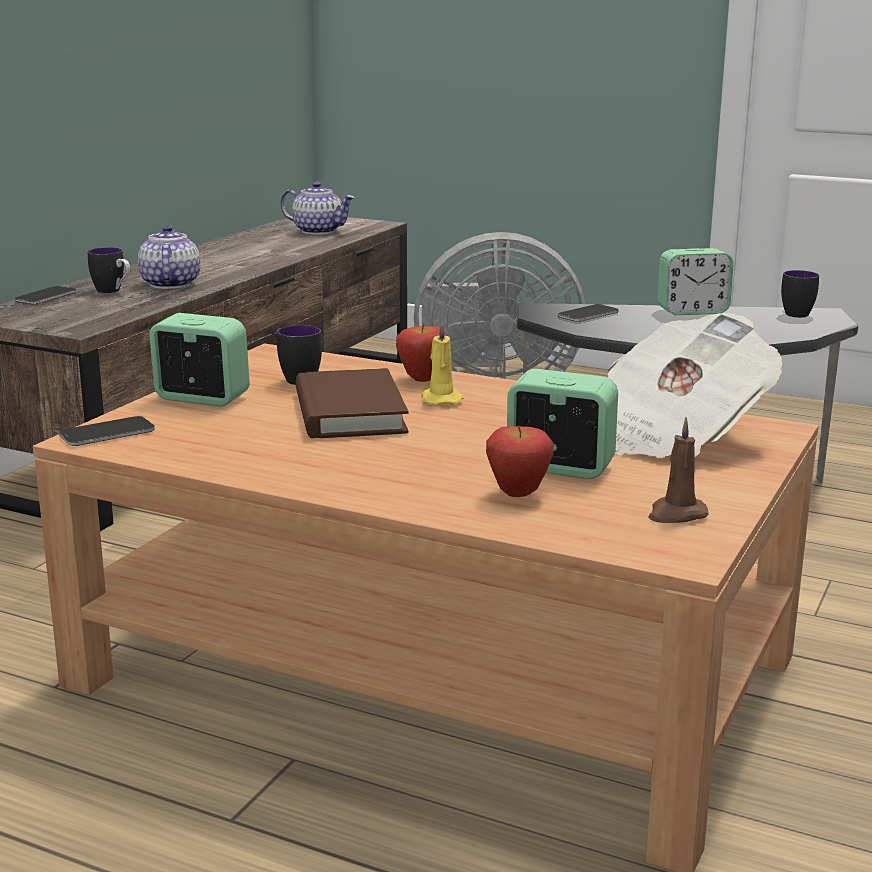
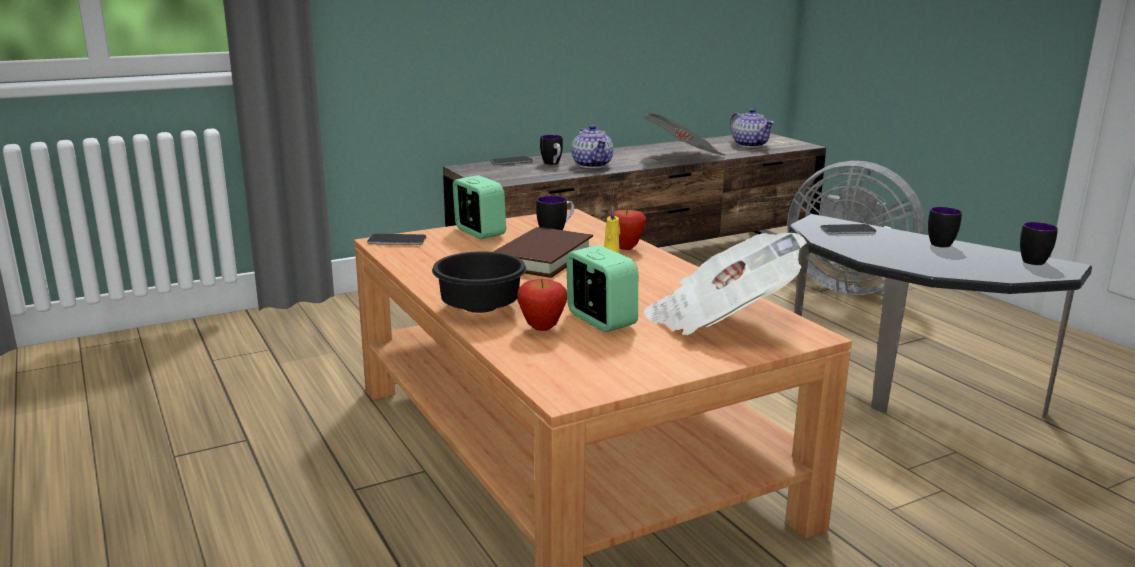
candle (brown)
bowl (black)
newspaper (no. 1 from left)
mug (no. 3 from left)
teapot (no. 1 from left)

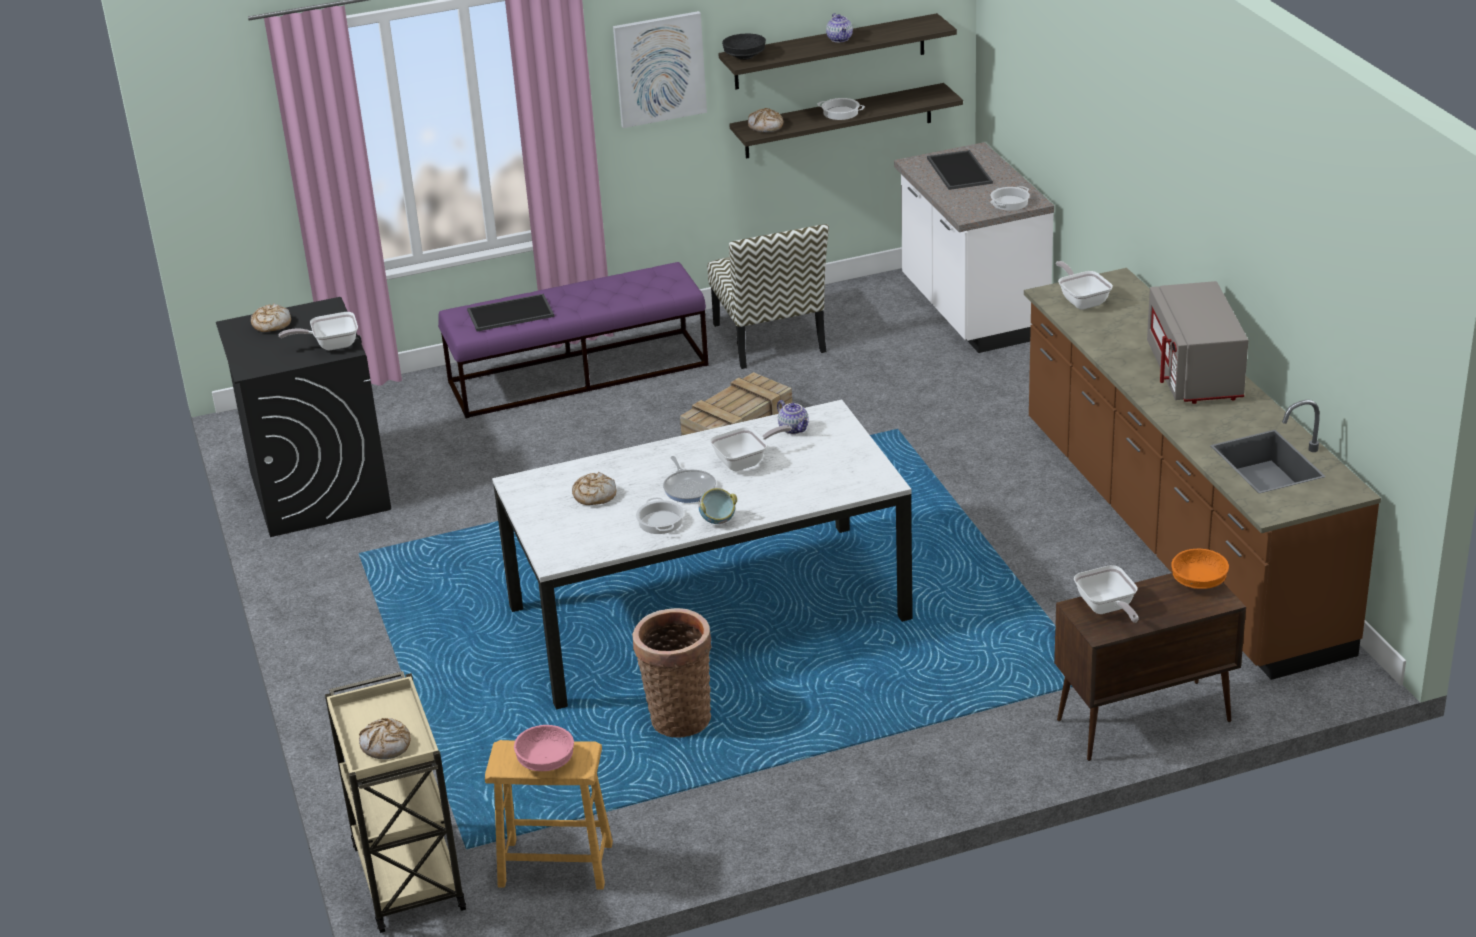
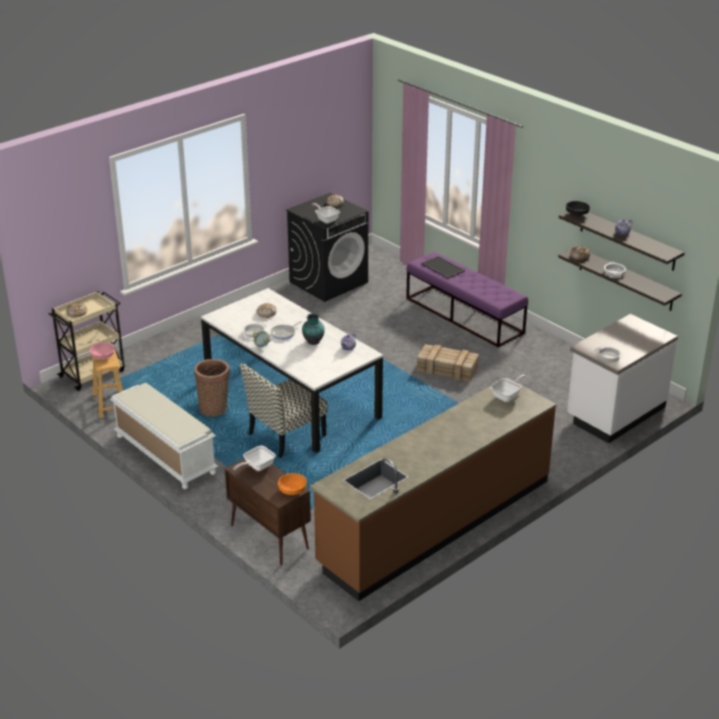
picture
tray (no. 2 from left in the first image)
microwave (grey)
bench (white)
chair
vase

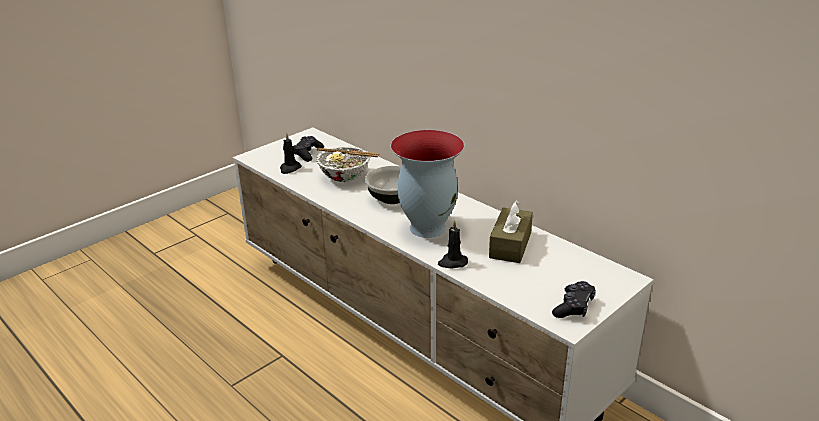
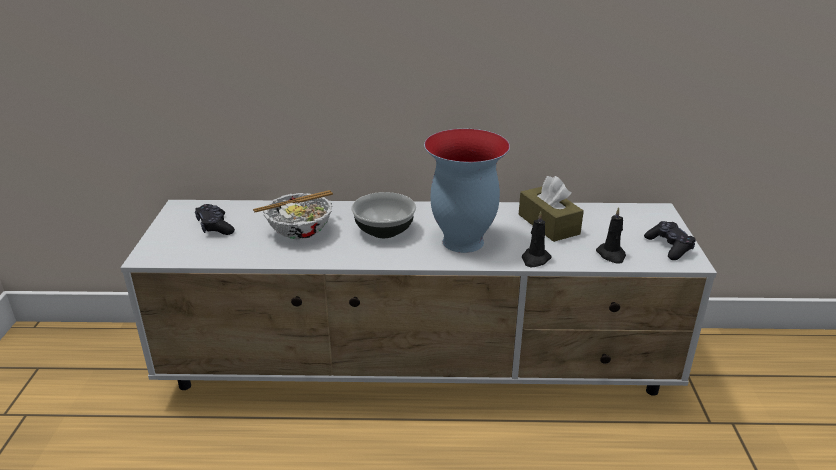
candle (black) (no. 2 from left)

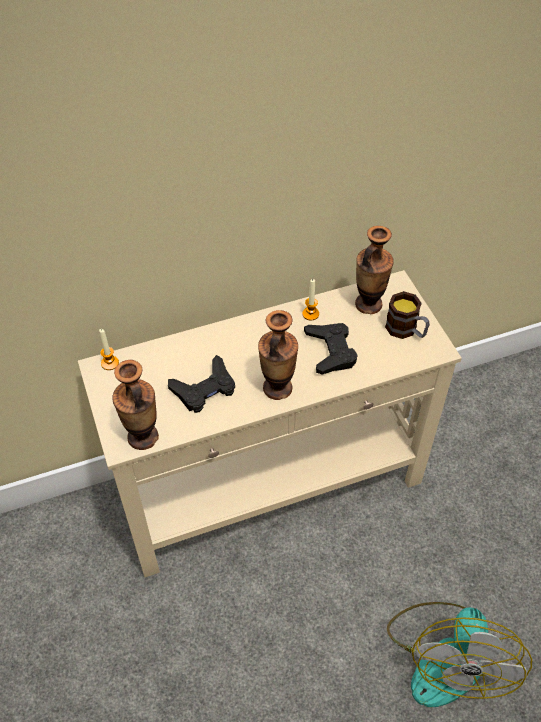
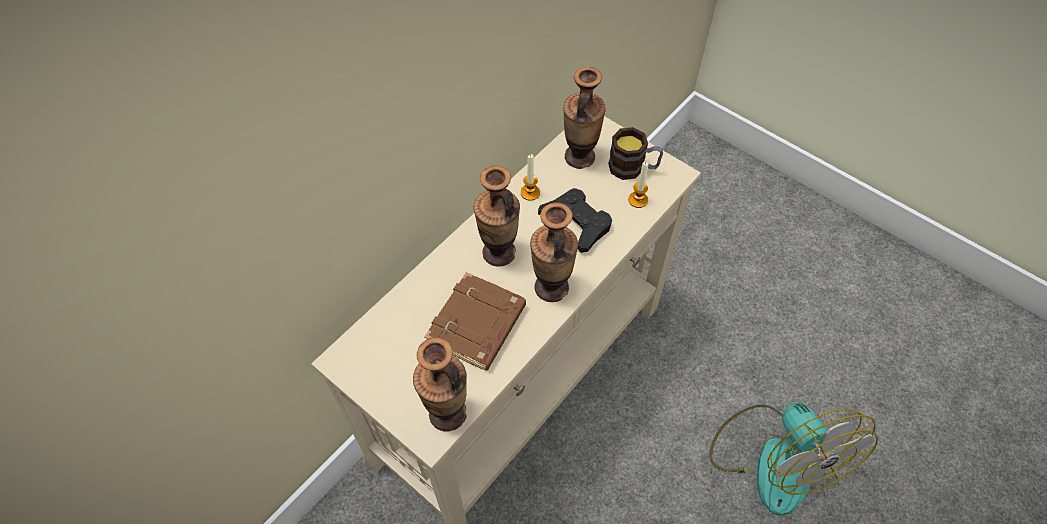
vase (no. 2 from left)
candle (no. 2 from left)
book (brown)

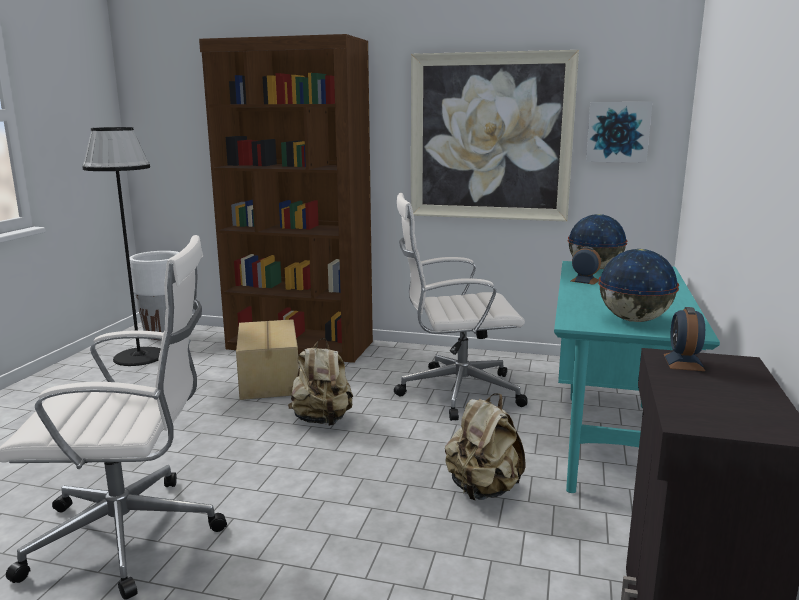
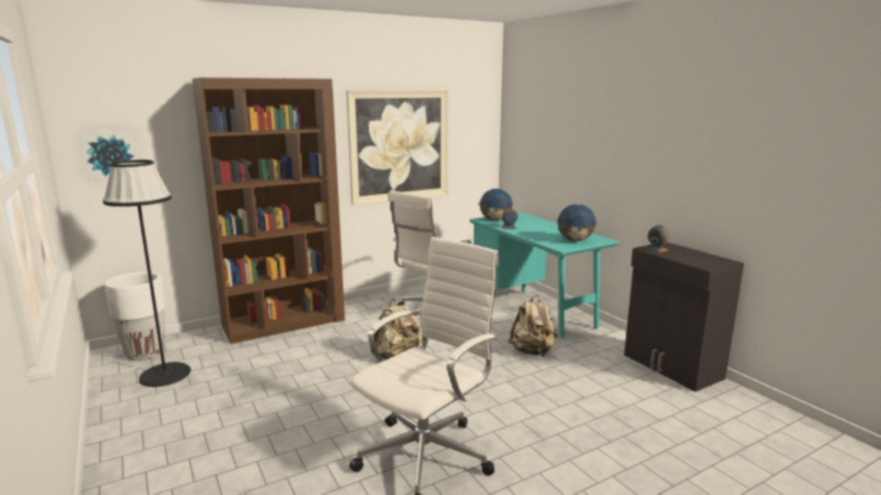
cardboard box
picture (no. 1 from left)

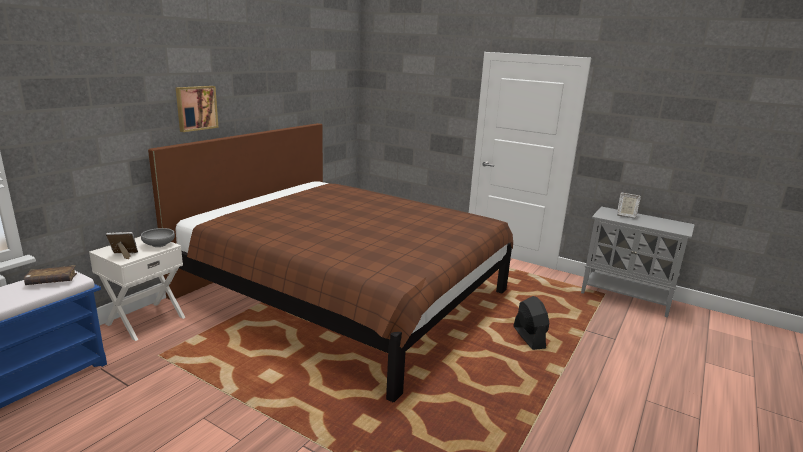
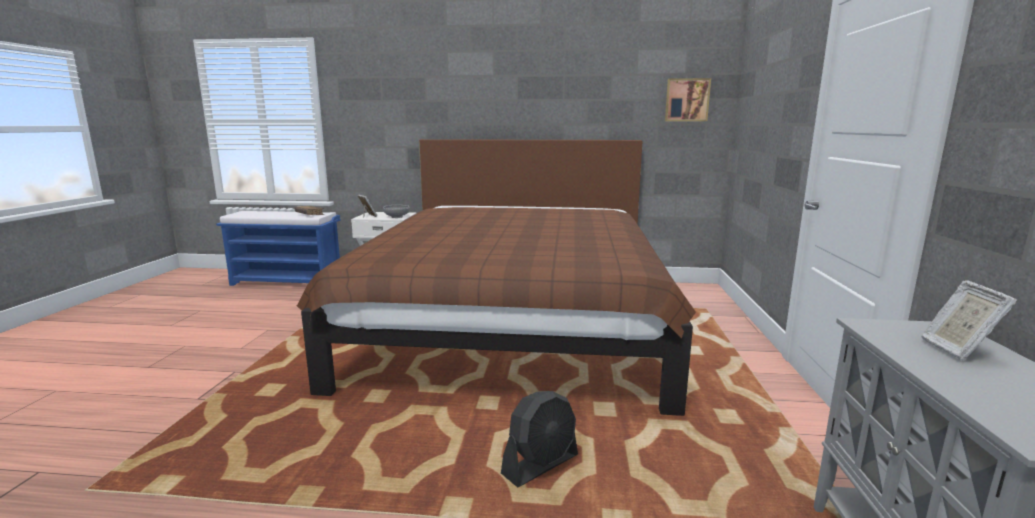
picture

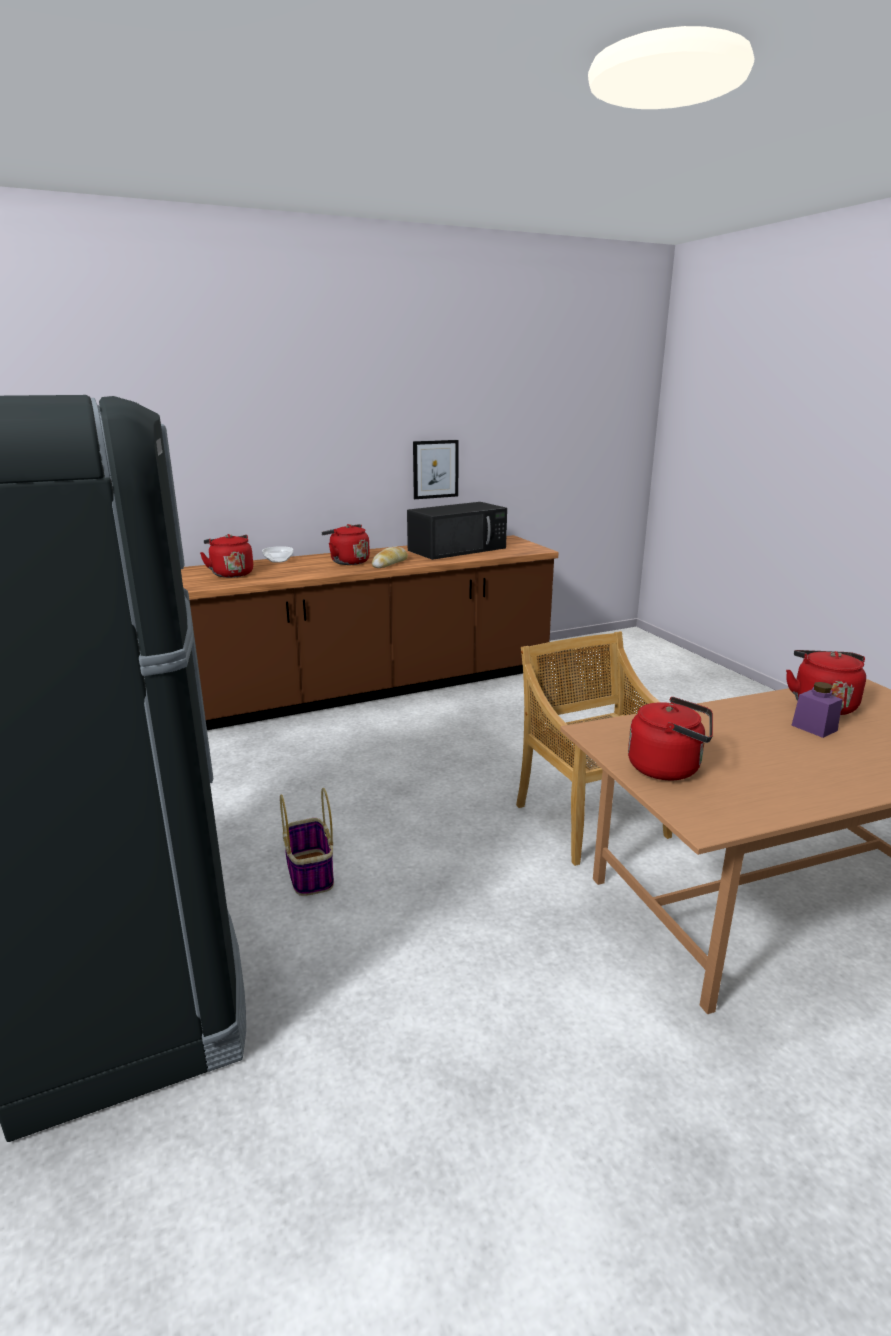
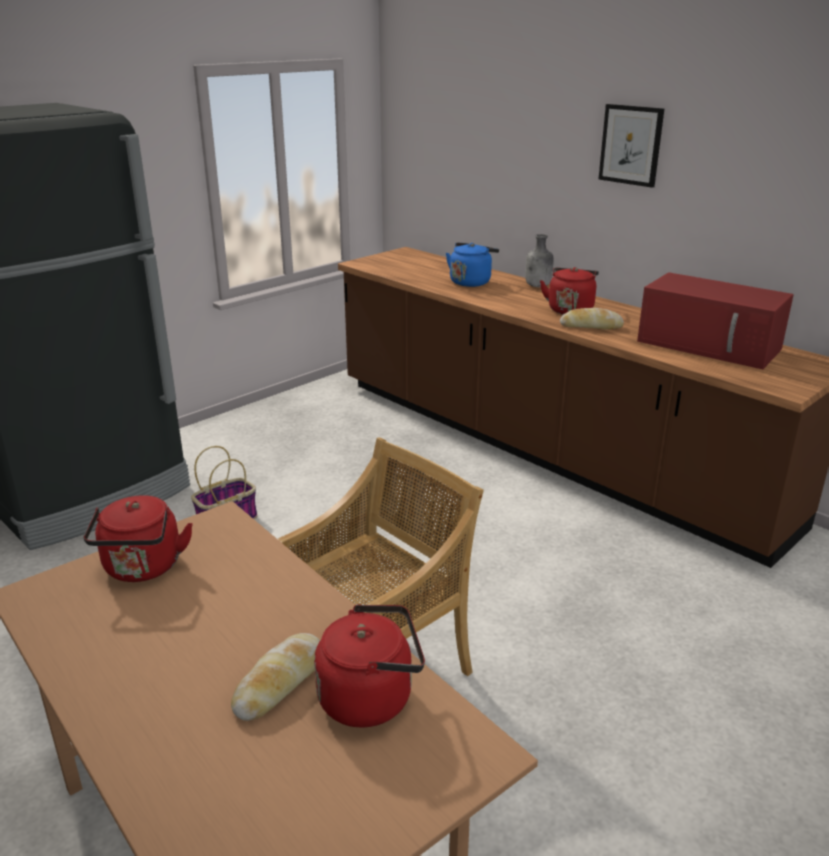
picture
bottle (grey)
bread (no. 1 from left)
kettle (blue)
microwave (red)

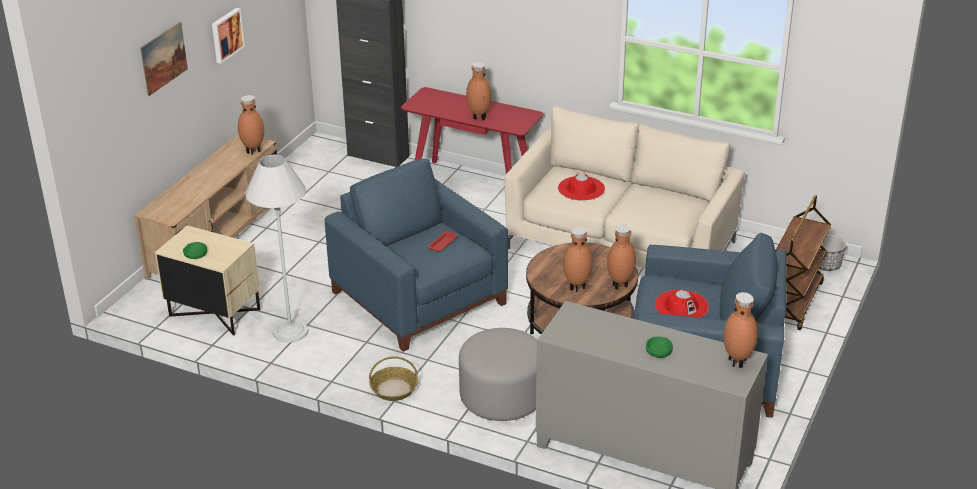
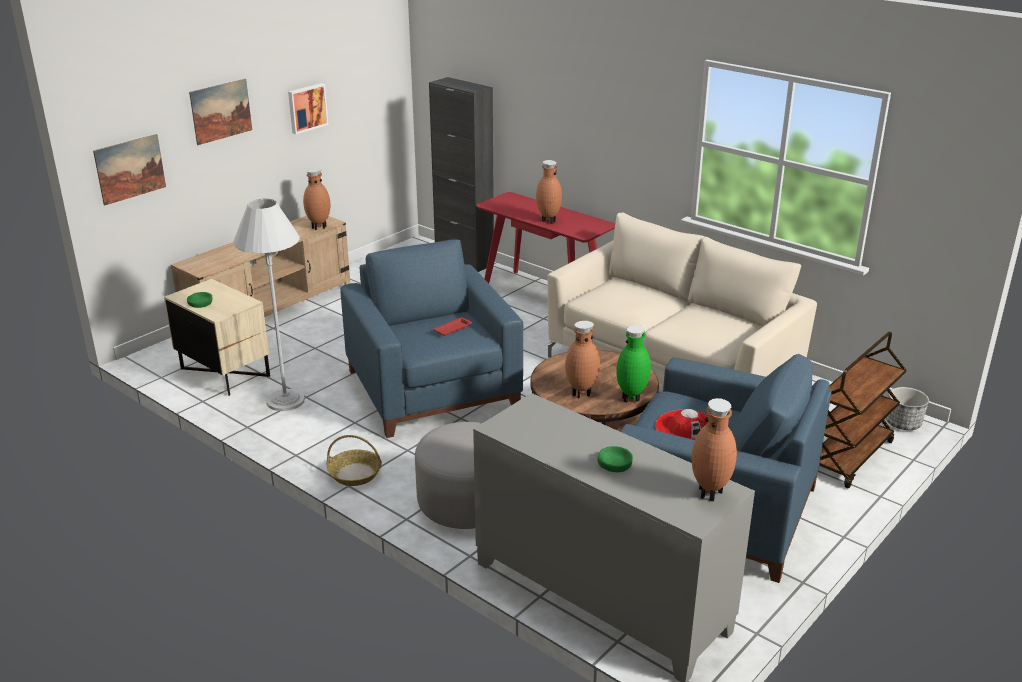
hat (red) (no. 1 from left in the first image)
picture (no. 1 from left)
vase (green)

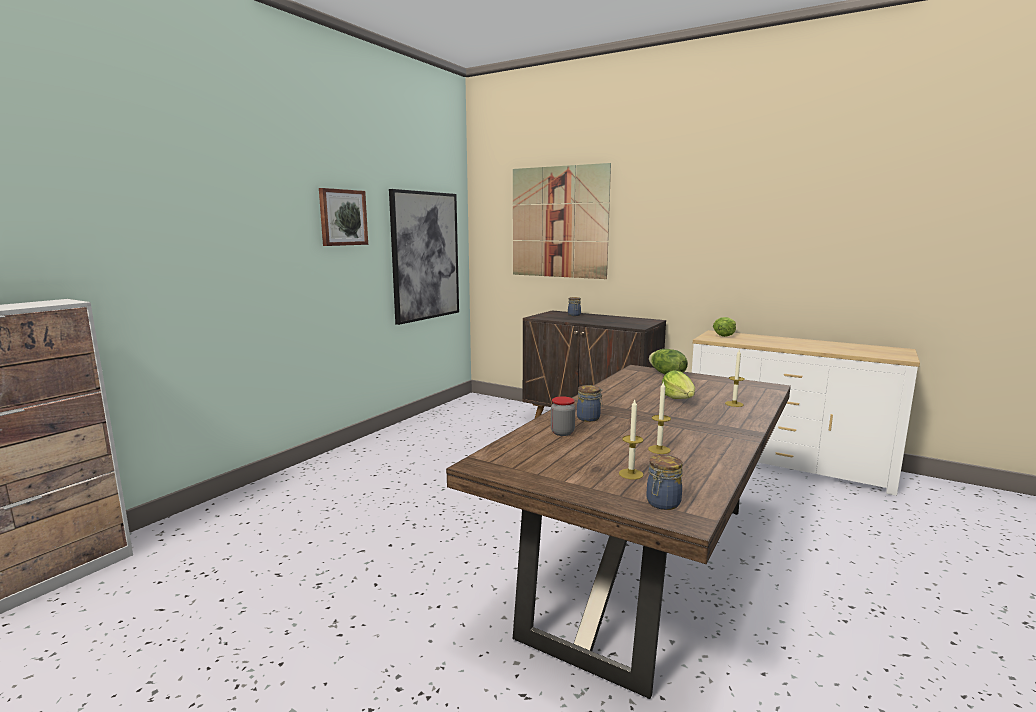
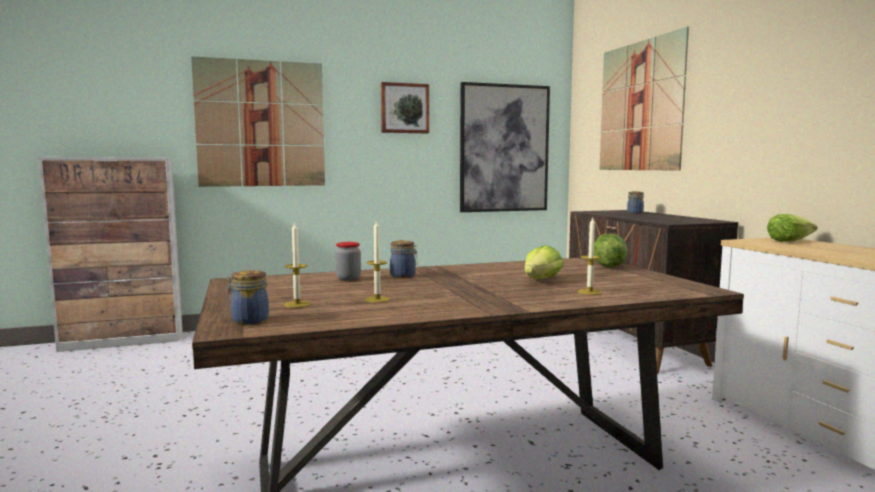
picture (no. 1 from left)

